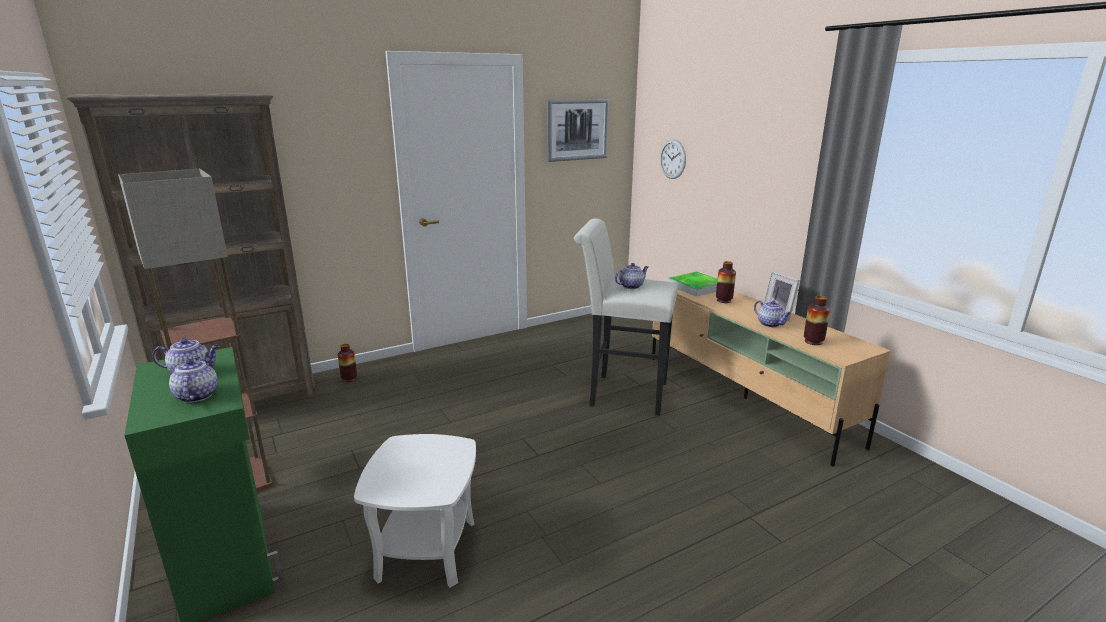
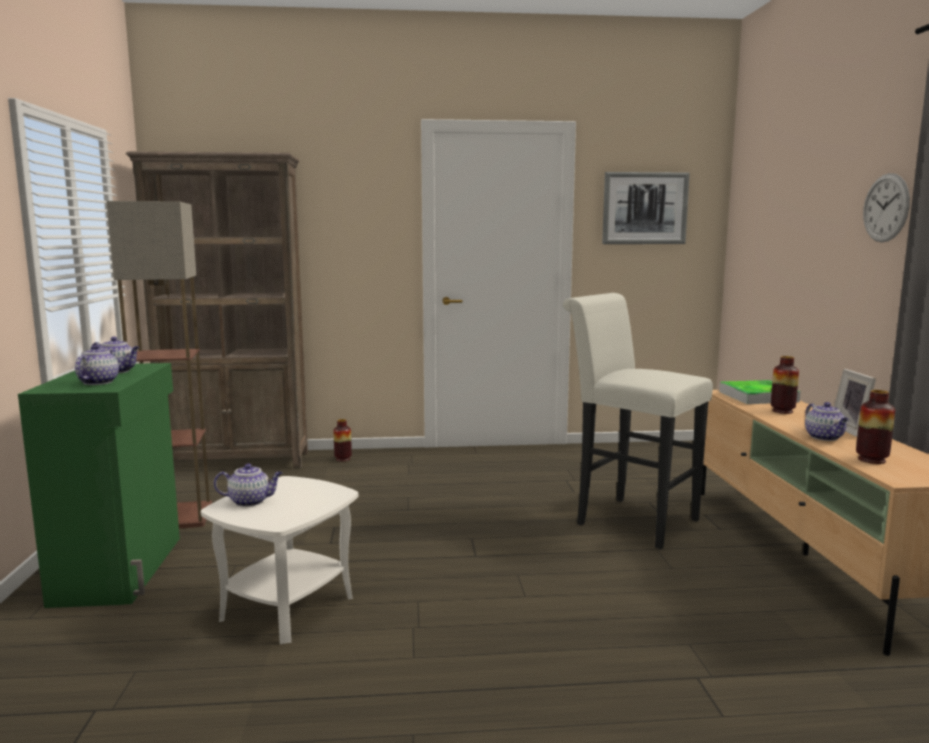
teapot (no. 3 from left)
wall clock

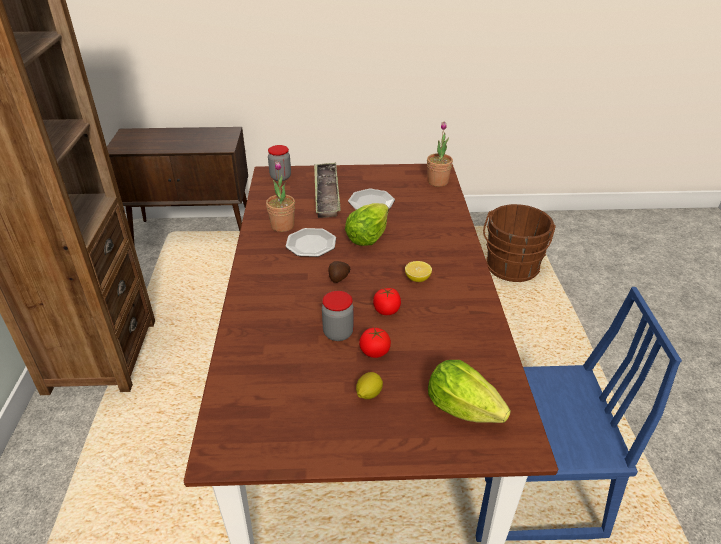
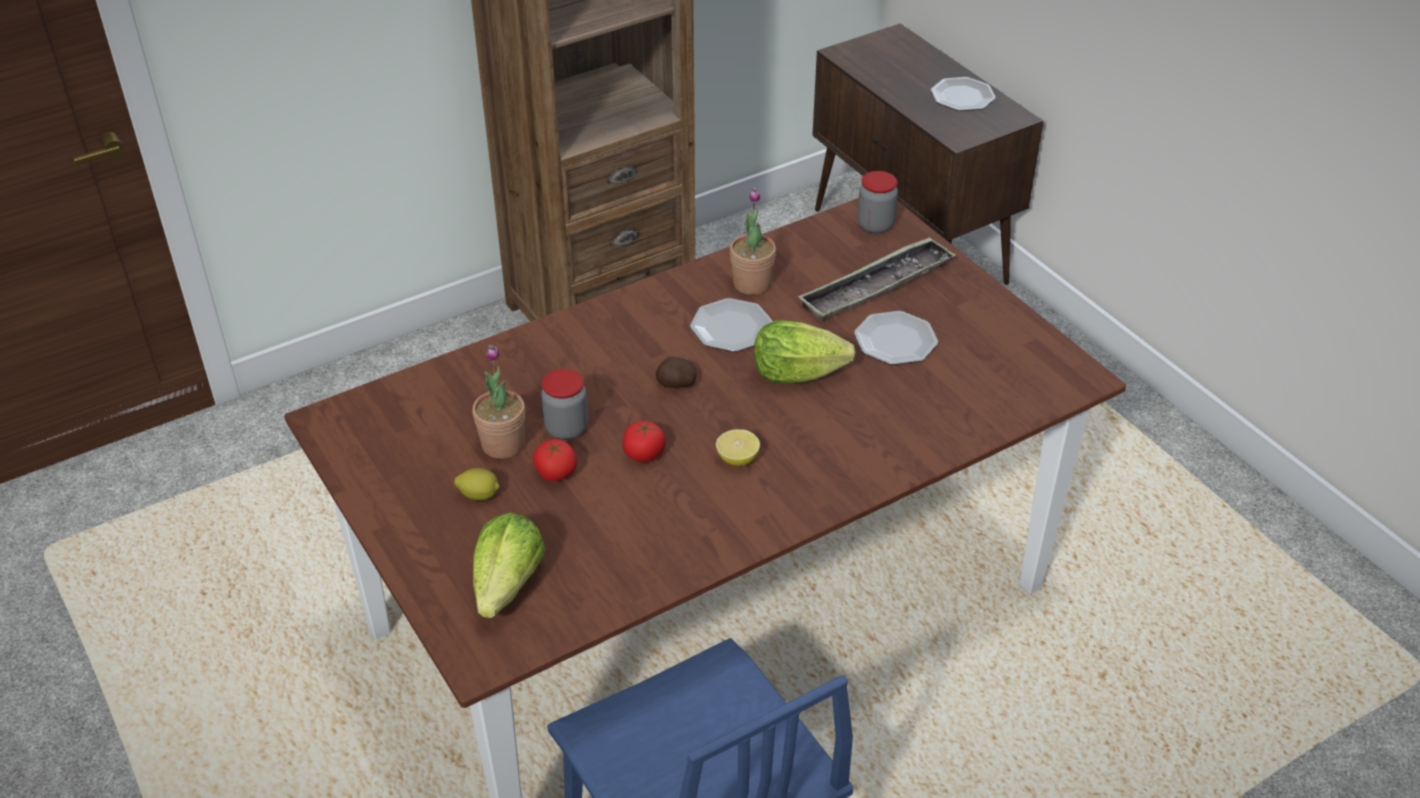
bucket (brown)
plate (no. 3 from left)
potted plant (no. 1 from left)

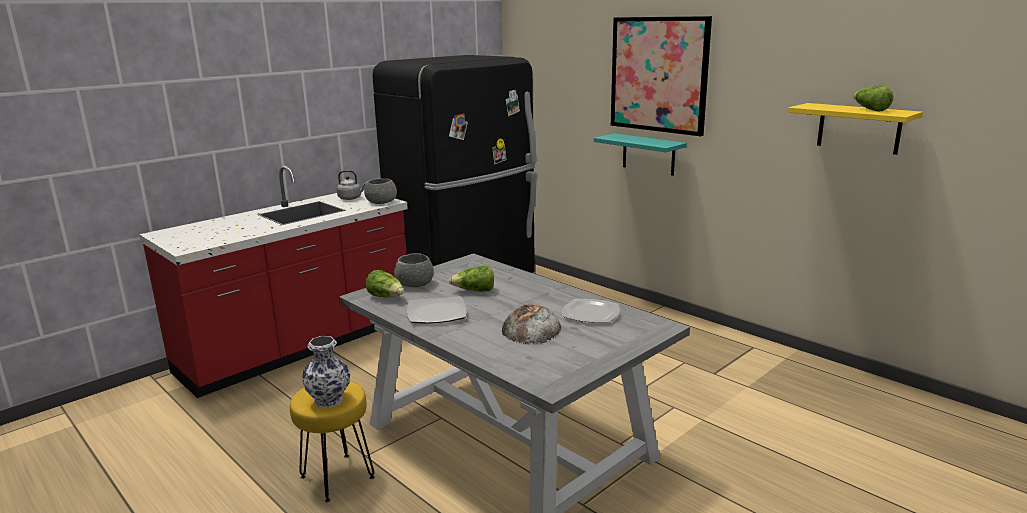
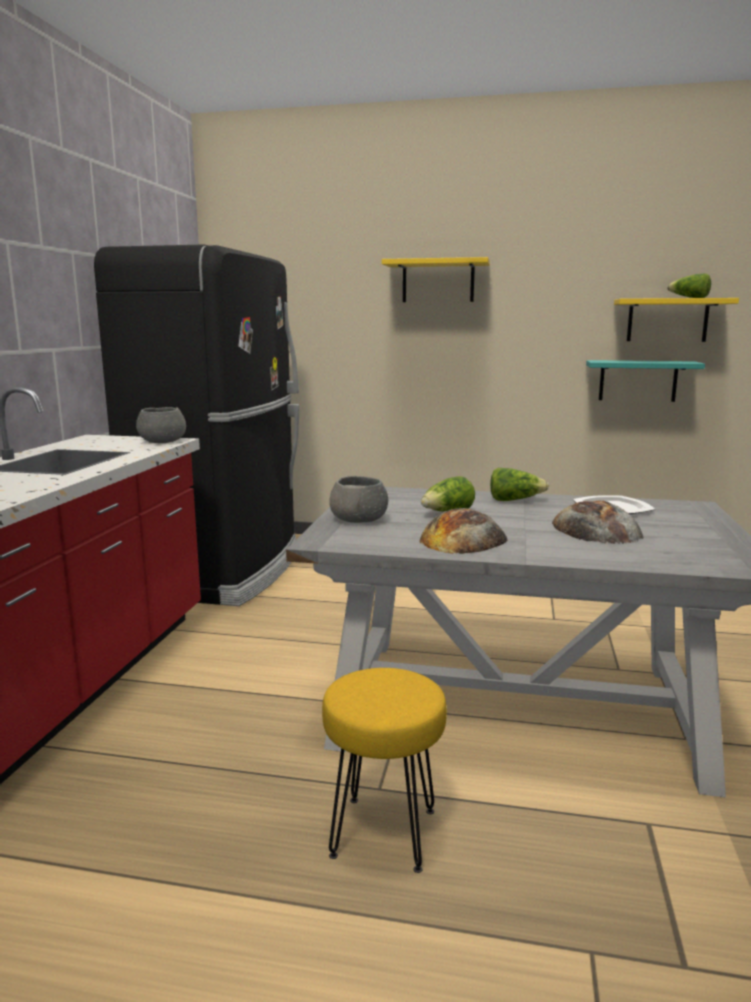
vase
kettle (grey)
lettuce (no. 2 from left)
shelf (turquoise)
bread (no. 1 from left)
shelf (yellow) (no. 1 from left)

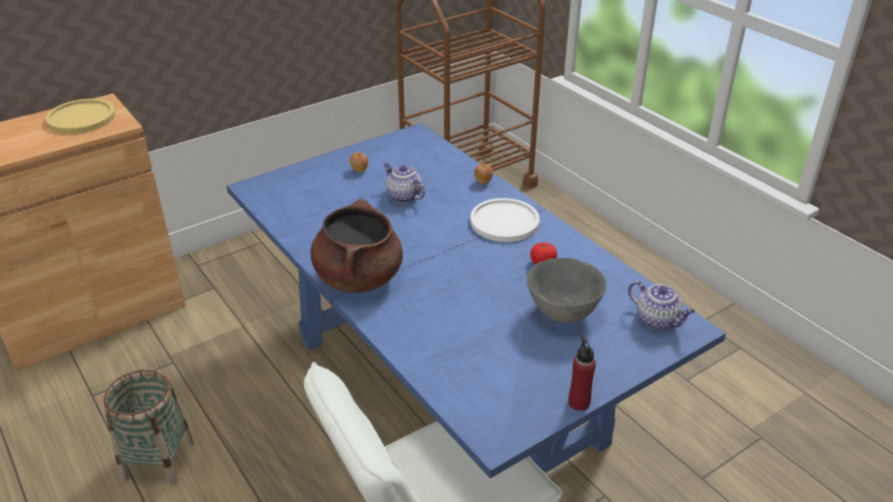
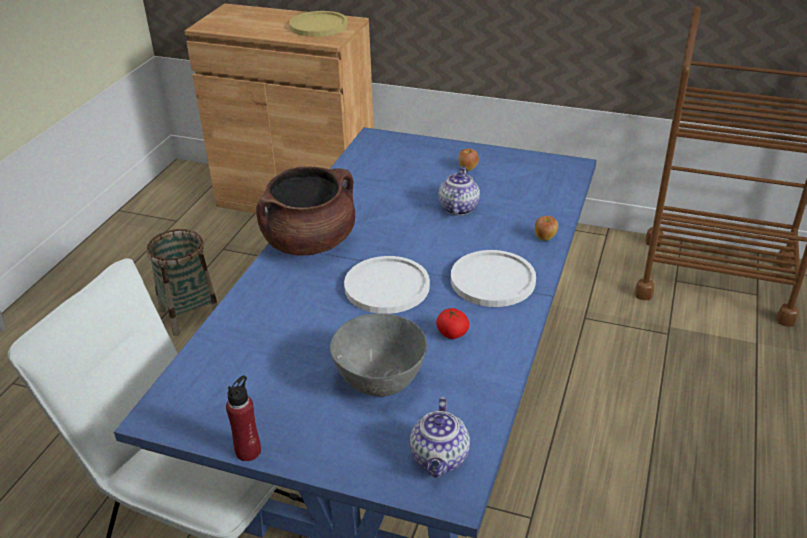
plate (white) (no. 1 from left)

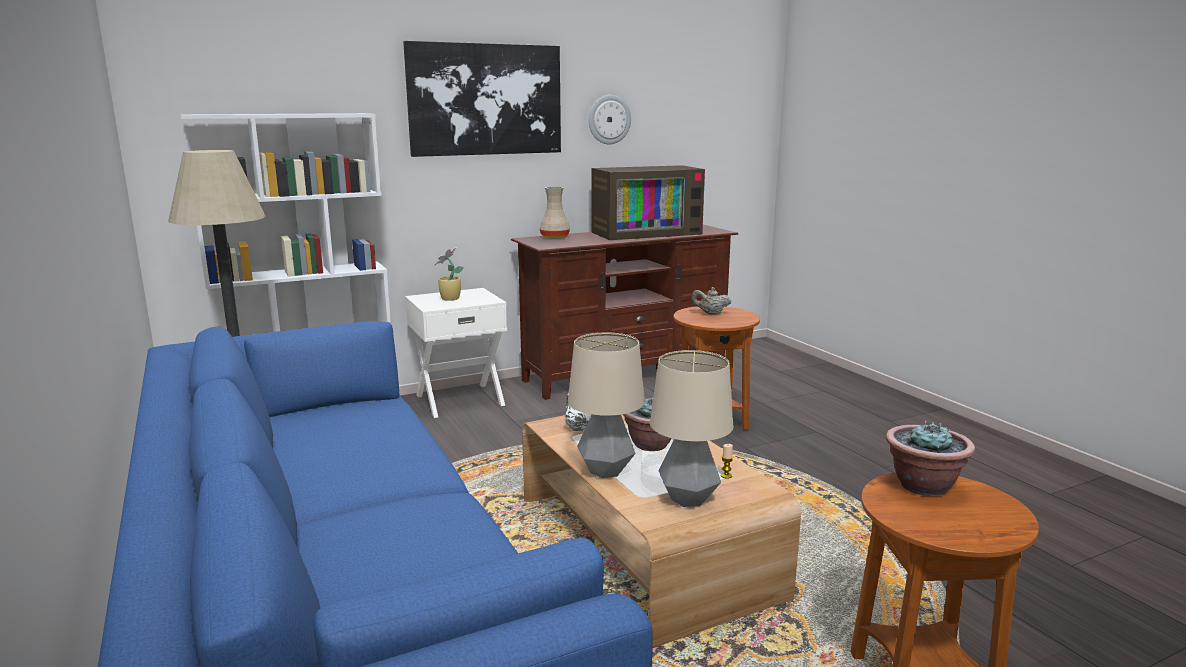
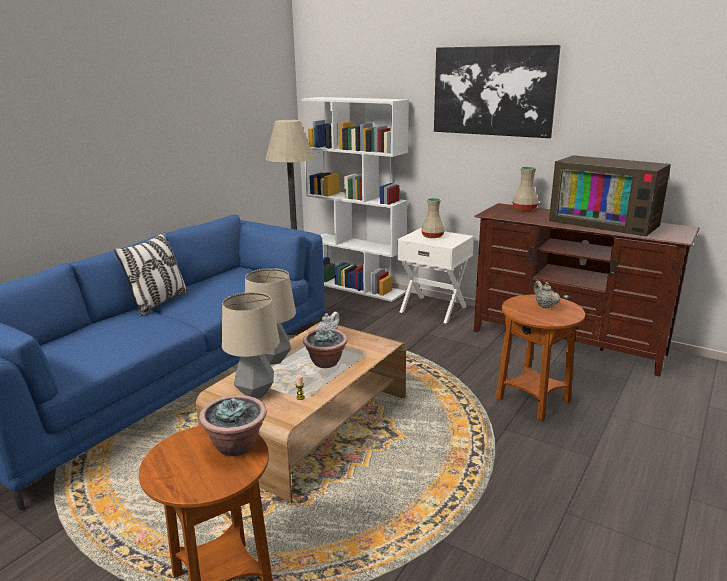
wall clock
pillow
vase (beige) (no. 1 from left)

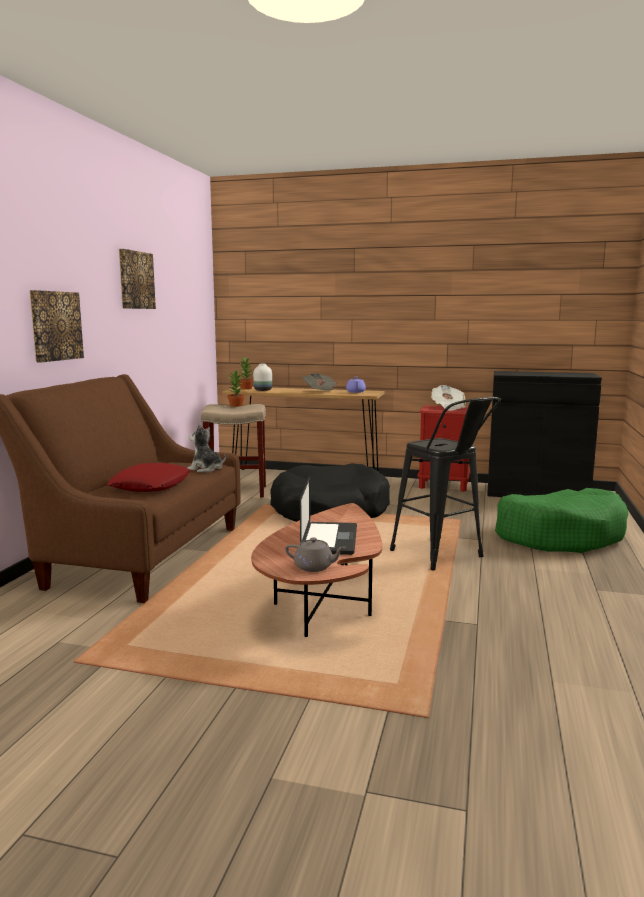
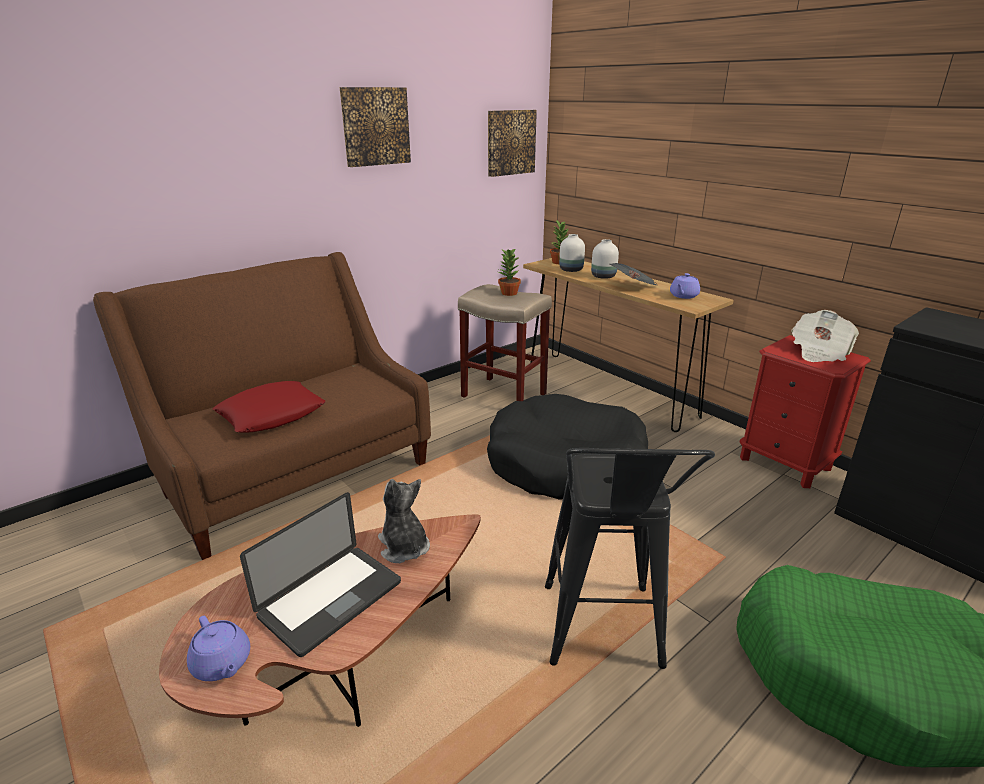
vase (white) (no. 2 from left)
picture (no. 2 from left)
plush toy
teapot (purple) (no. 1 from left)

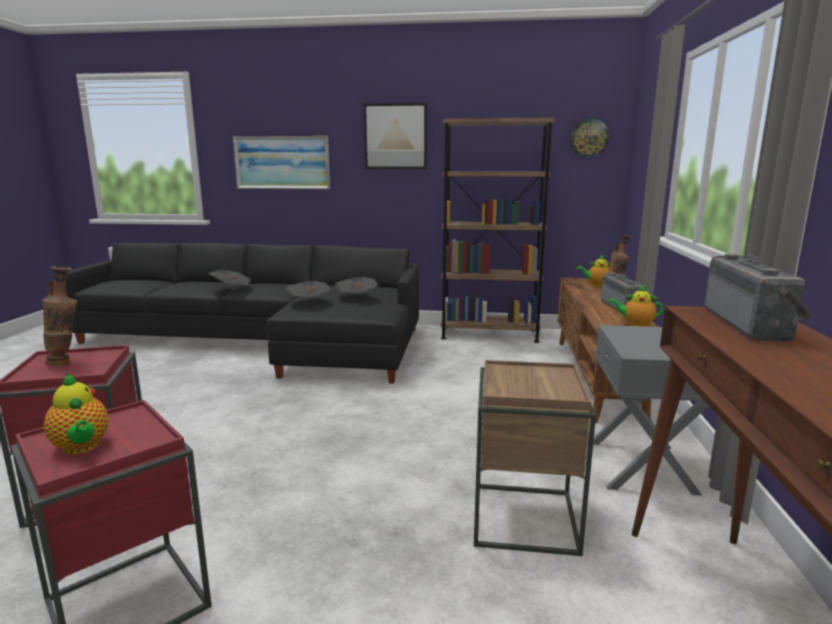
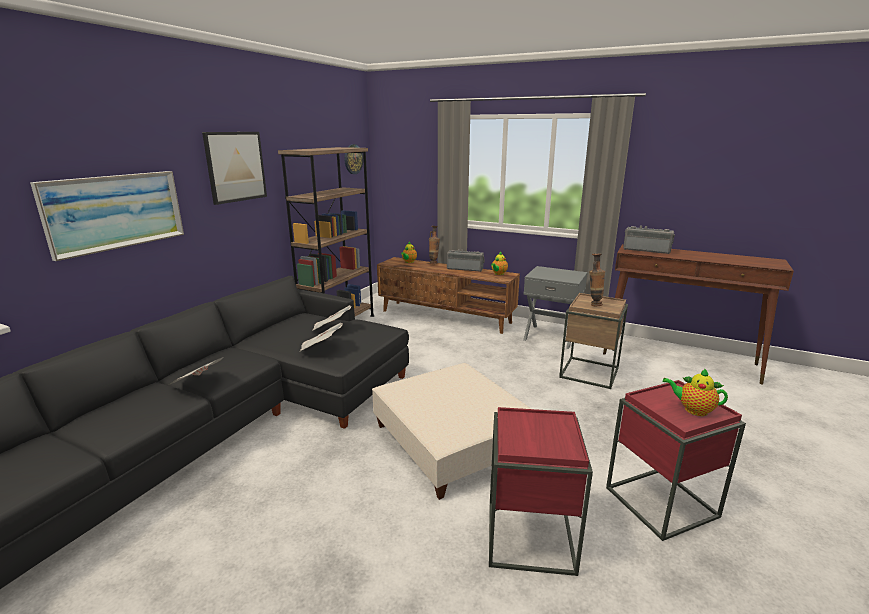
ottoman (beige)
vase (no. 2 from left)
teapot (no. 3 from left)

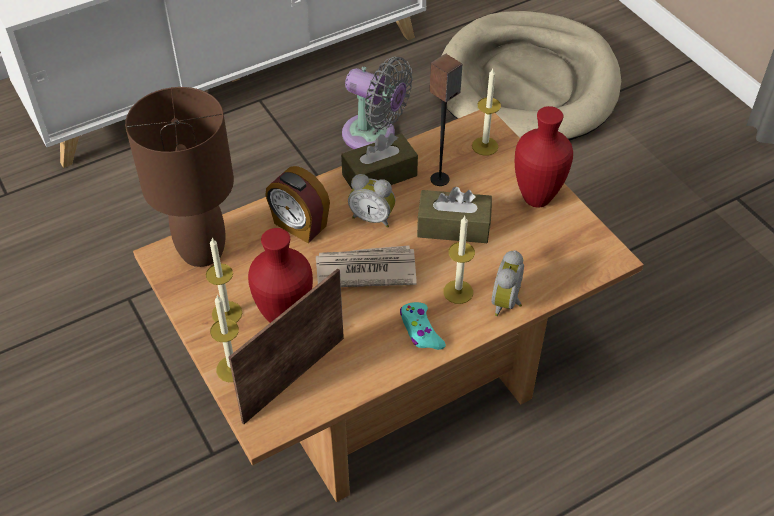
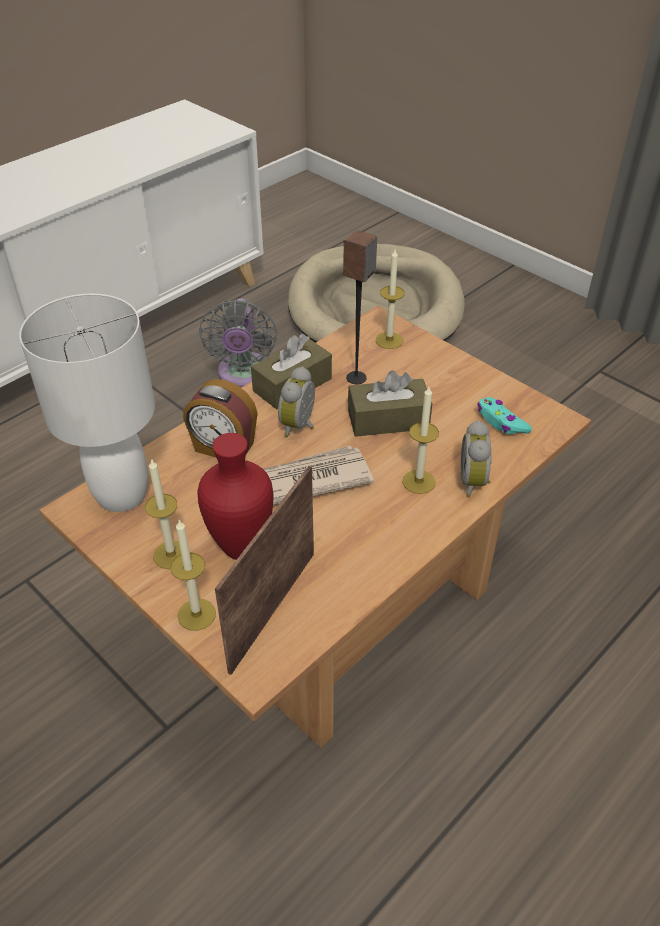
vase (red) (no. 2 from left in the first image)
game controller (turquoise)
table lamp (white)
fan (grey)
alarm clock (no. 2 from left)

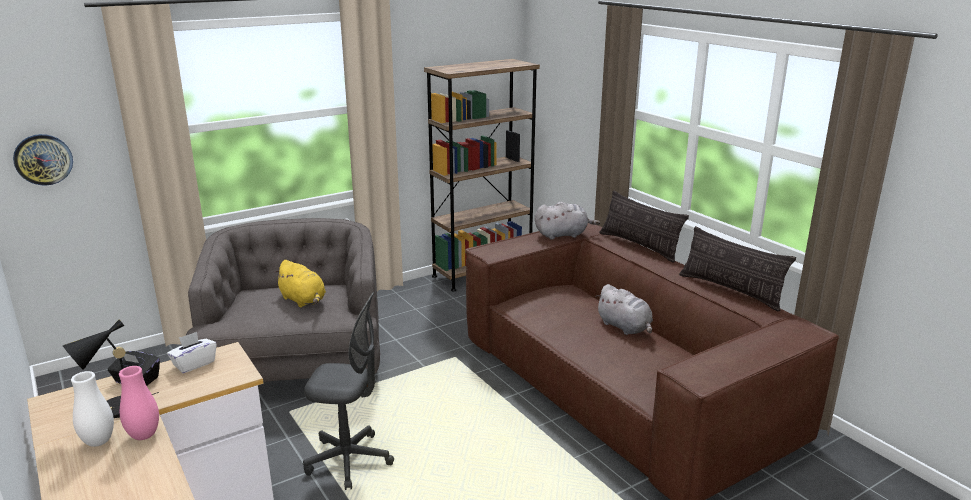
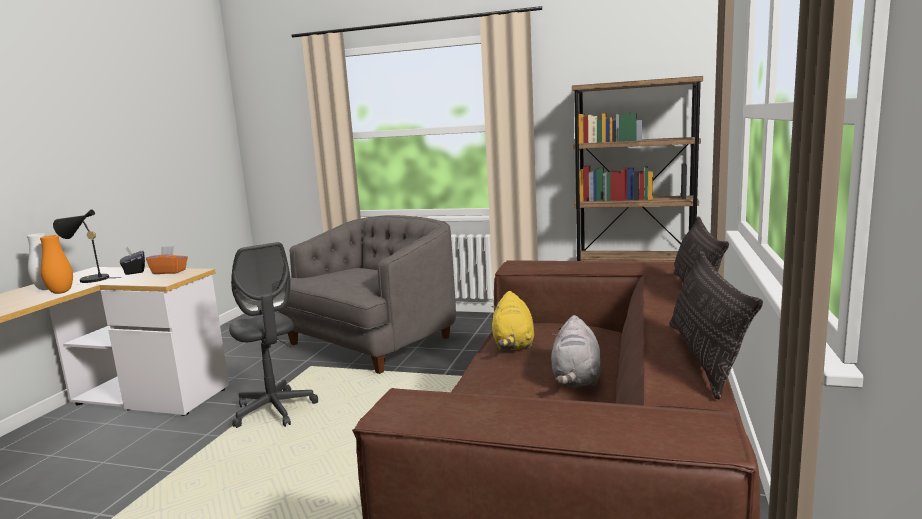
wall clock
plush toy (grey) (no. 1 from left in the first image)
plush toy (yellow)
vase (orange)
tissue box (orange)

